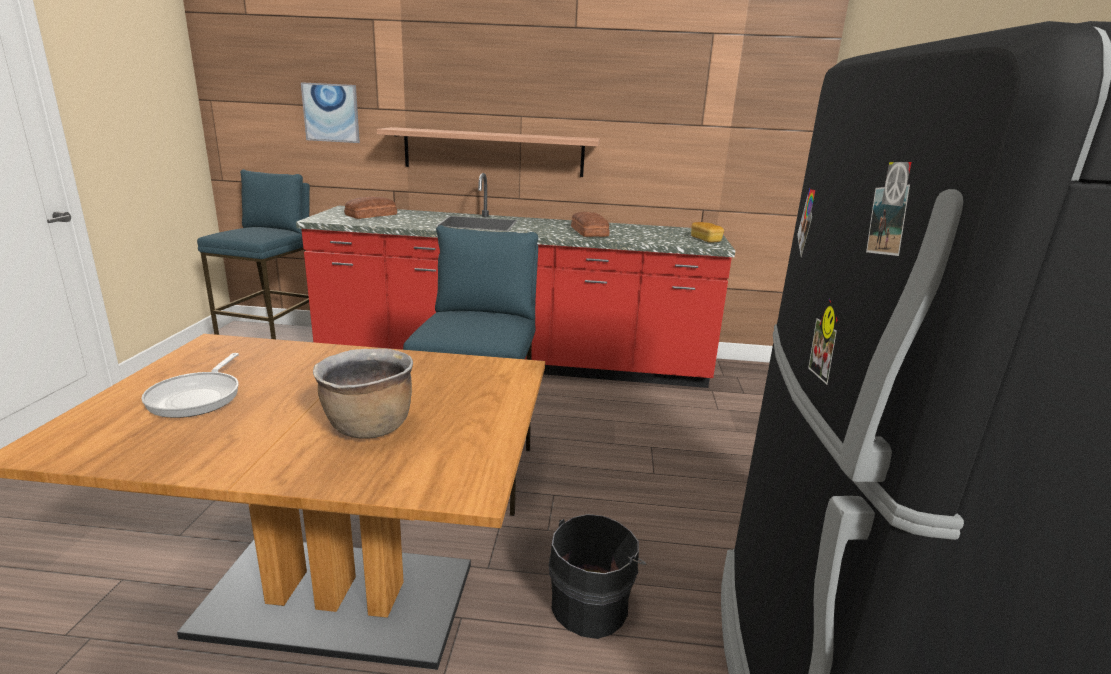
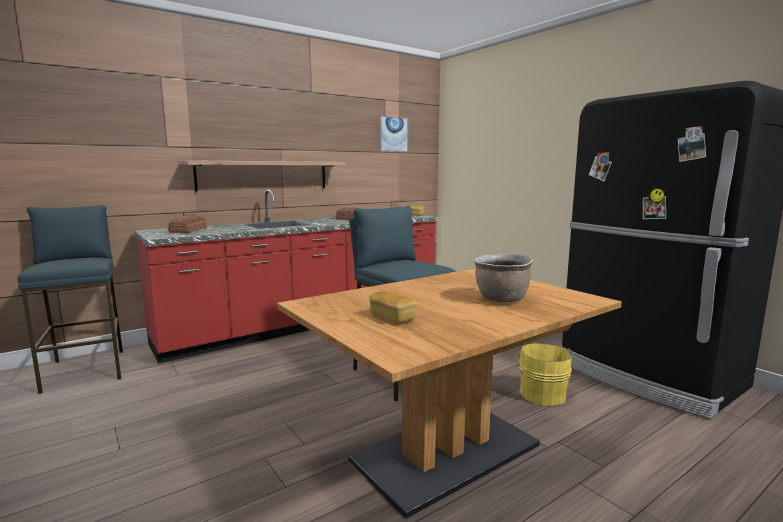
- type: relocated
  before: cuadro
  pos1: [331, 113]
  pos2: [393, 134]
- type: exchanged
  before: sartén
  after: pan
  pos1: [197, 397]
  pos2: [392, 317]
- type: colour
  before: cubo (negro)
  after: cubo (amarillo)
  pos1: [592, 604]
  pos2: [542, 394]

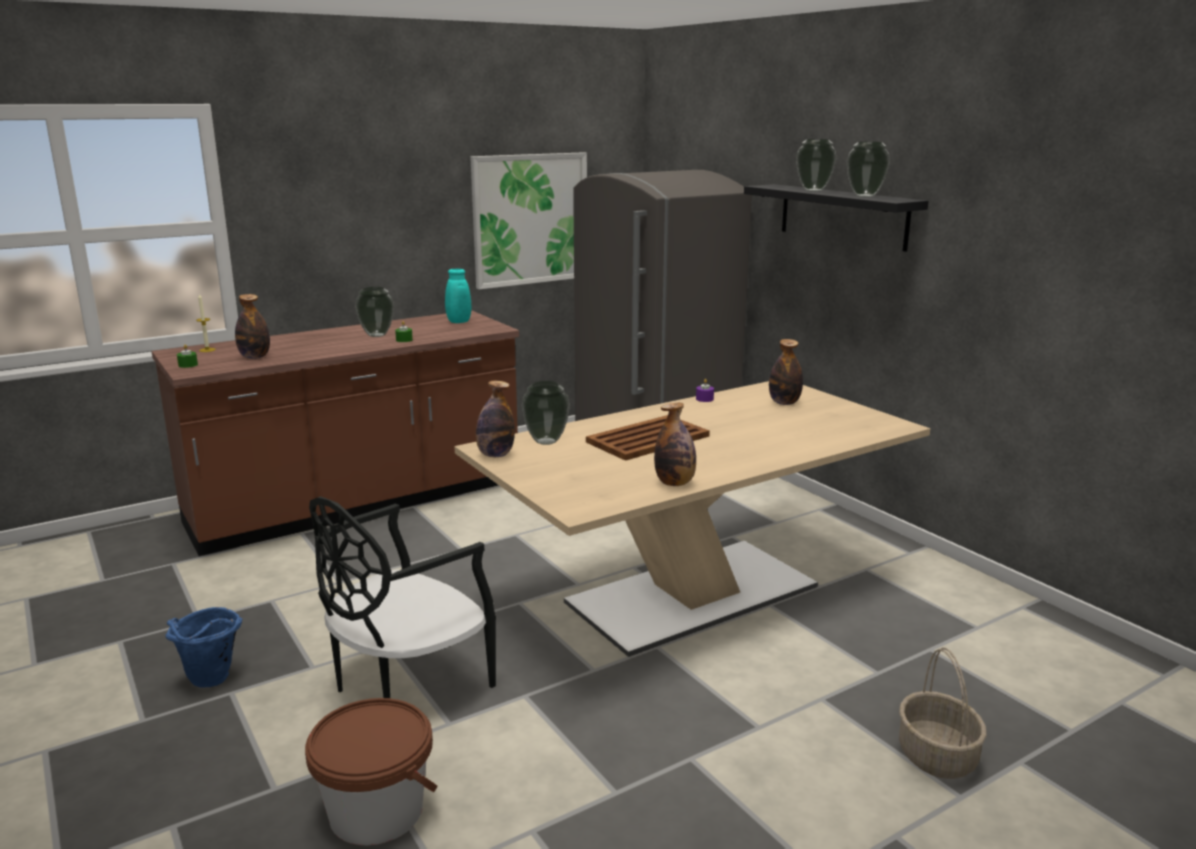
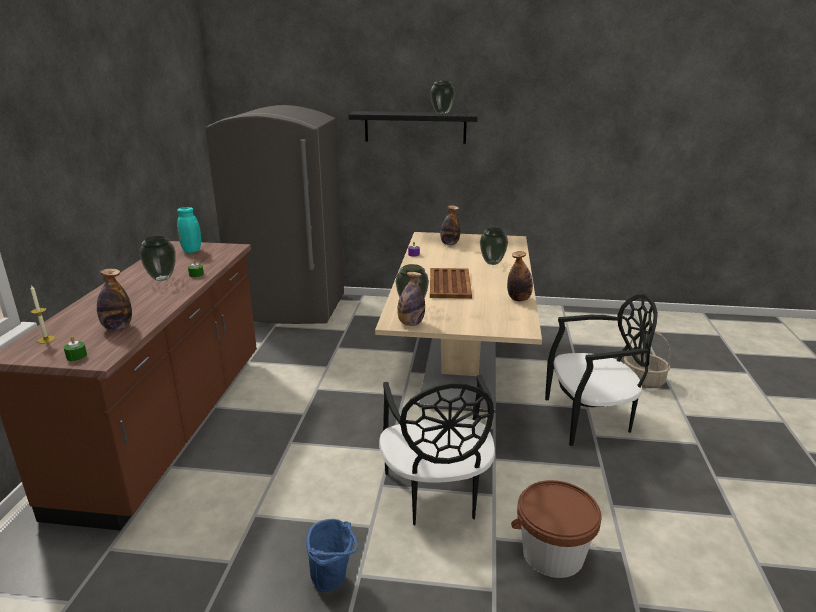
- type: missing
  before: cuadro
  pos1: [530, 219]
- type: appeared
  after: silla (negro)
  pos2: [590, 419]
- type: relocated
  before: florero
  pos1: [813, 190]
  pos2: [492, 263]

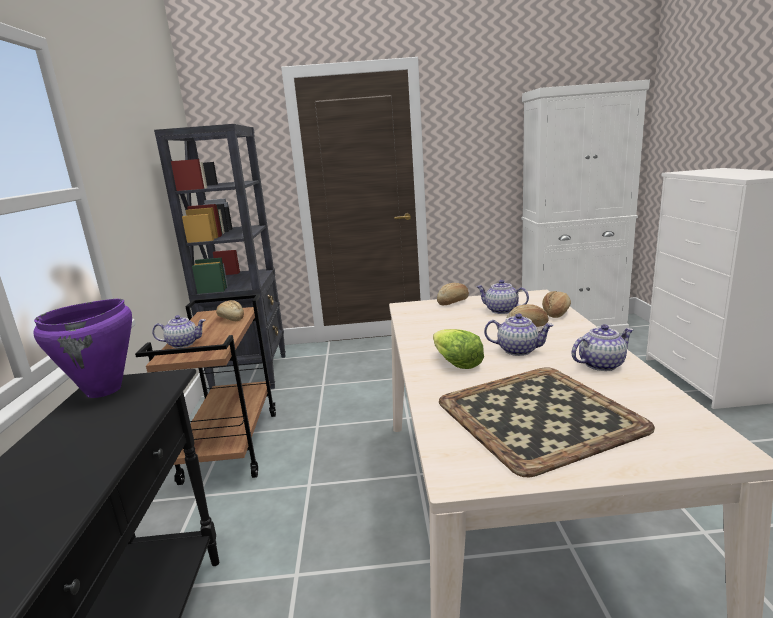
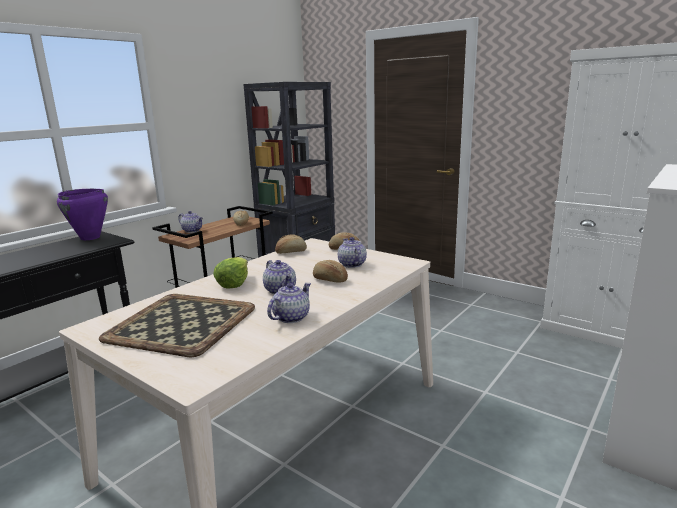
- type: relocated
  before: pan
  pos1: [556, 313]
  pos2: [291, 252]
- type: spun
  before: tetera
  pos1: [601, 364]
  pos2: [291, 317]
  turn: -75

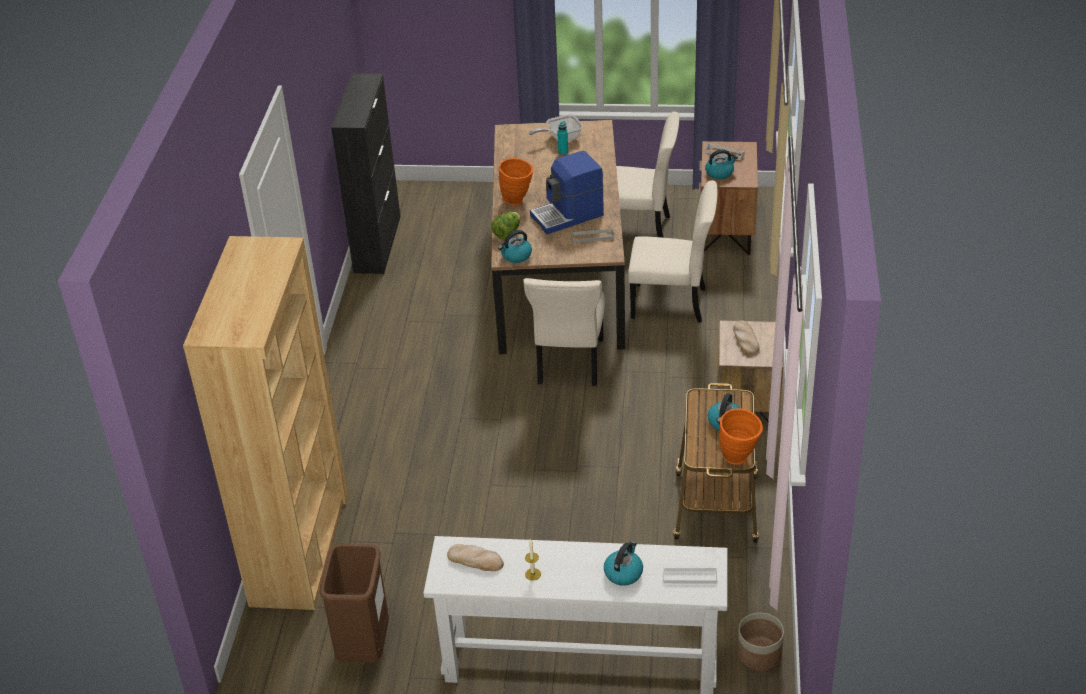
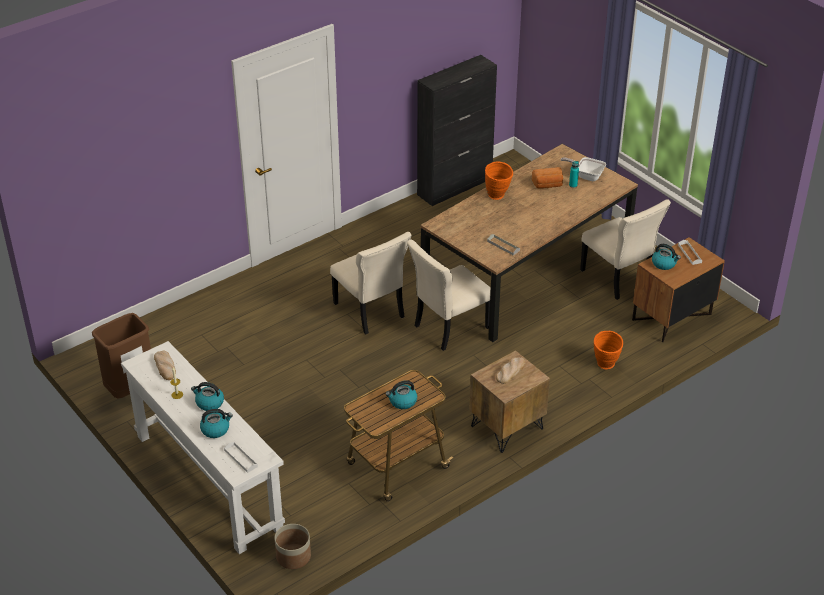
- type: missing
  before: estantería (marrón)
  pos1: [300, 548]
- type: missing
  before: lechuga
  pos1: [507, 233]
- type: missing
  before: cafetera
  pos1: [568, 216]
- type: appeared
  after: pan
  pos2: [547, 185]
- type: relocated
  before: hervidor
  pos1: [516, 256]
  pos2: [209, 403]
- type: relocated
  before: silla (beis)
  pos1: [672, 303]
  pos2: [370, 312]
- type: relocated
  before: florero (naranja)
  pos1: [739, 459]
  pos2: [605, 366]

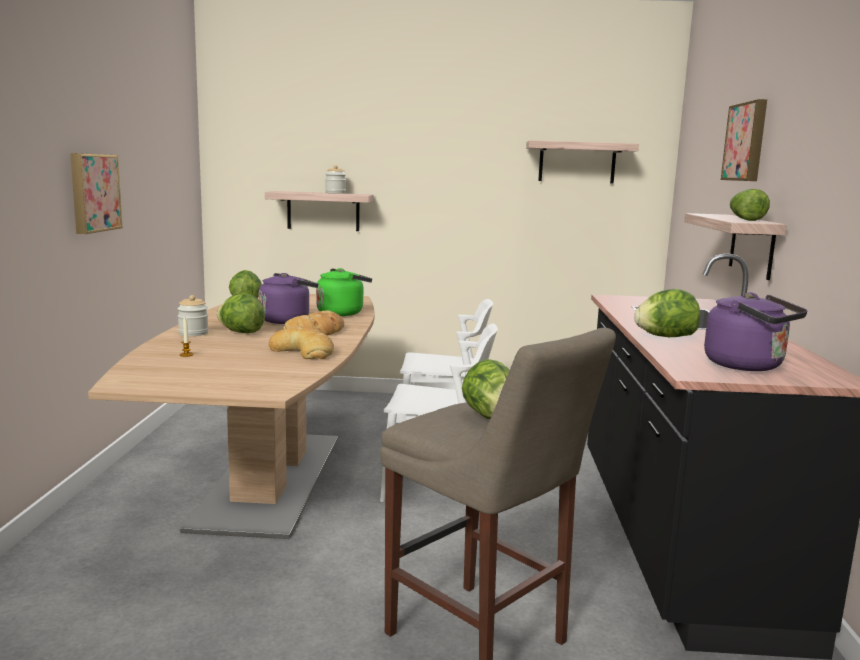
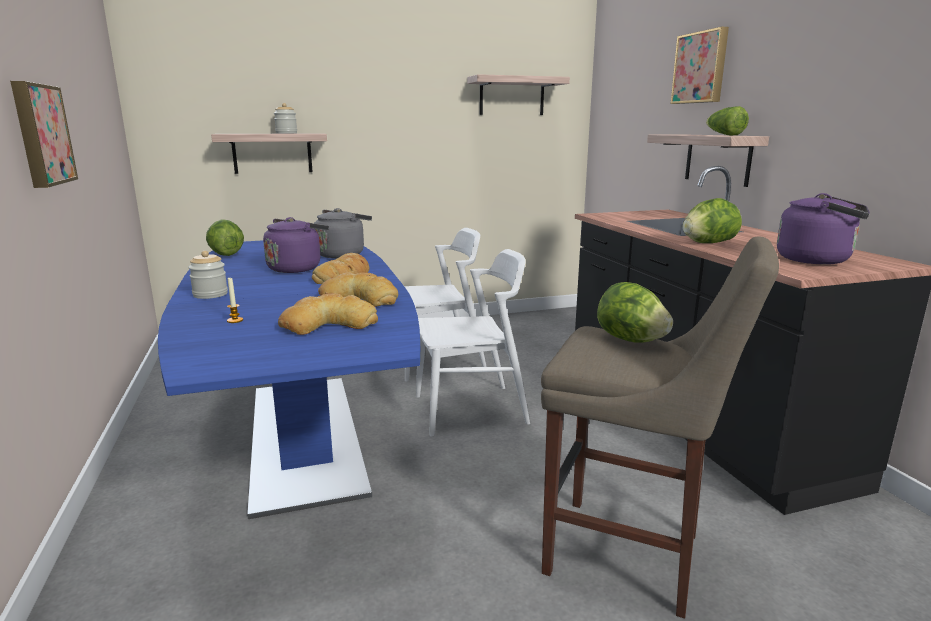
- type: missing
  before: lechuga
  pos1: [241, 332]
- type: appeared
  after: pan
  pos2: [328, 324]
- type: colour
  before: mesa de comedor (marrón)
  after: mesa de comedor (azul)
  pos1: [271, 478]
  pos2: [305, 435]
- type: colour
  before: hervidor (verde)
  after: hervidor (gris)
  pos1: [342, 313]
  pos2: [342, 254]

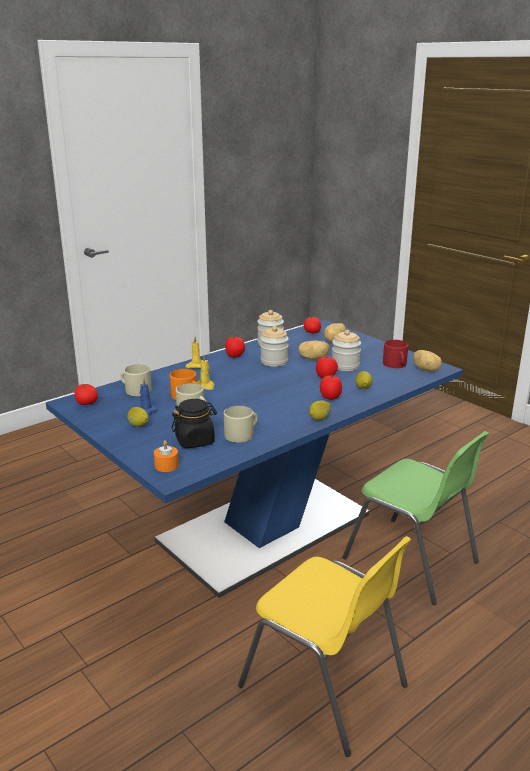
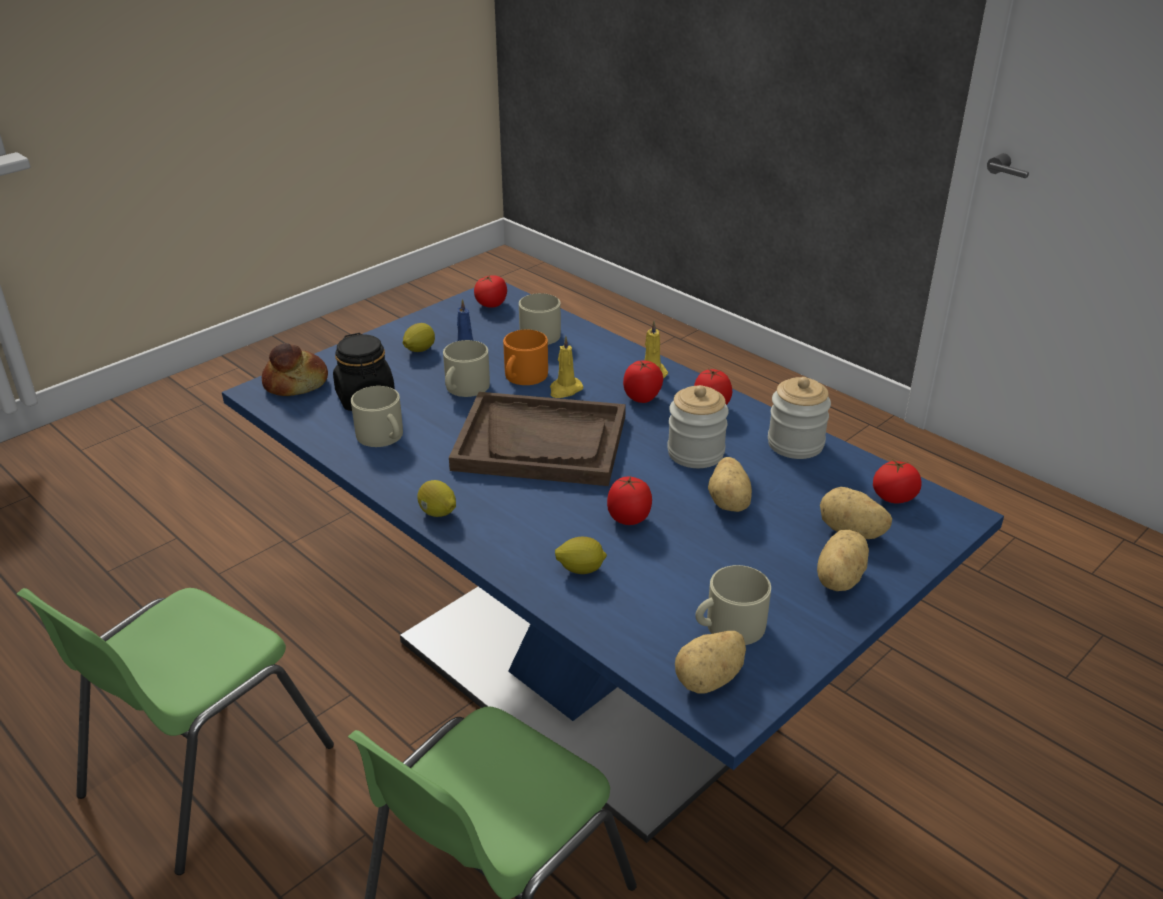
- type: missing
  before: tarro
  pos1: [345, 366]
- type: appeared
  after: bandeja (marrón)
  pos2: [541, 442]
- type: appeared
  after: patata
  pos2: [837, 578]
- type: relocated
  before: tomate
  pos1: [330, 397]
  pos2: [642, 398]
- type: exchanged
  before: vela (naranja)
  after: pan
  pos1: [166, 465]
  pos2: [296, 384]
- type: colour
  before: silla (amarillo)
  after: silla (verde)
  pos1: [325, 687]
  pos2: [202, 771]
- type: colour
  before: taza grande (rojo)
  after: taza grande (beis)
  pos1: [395, 364]
  pos2: [728, 626]

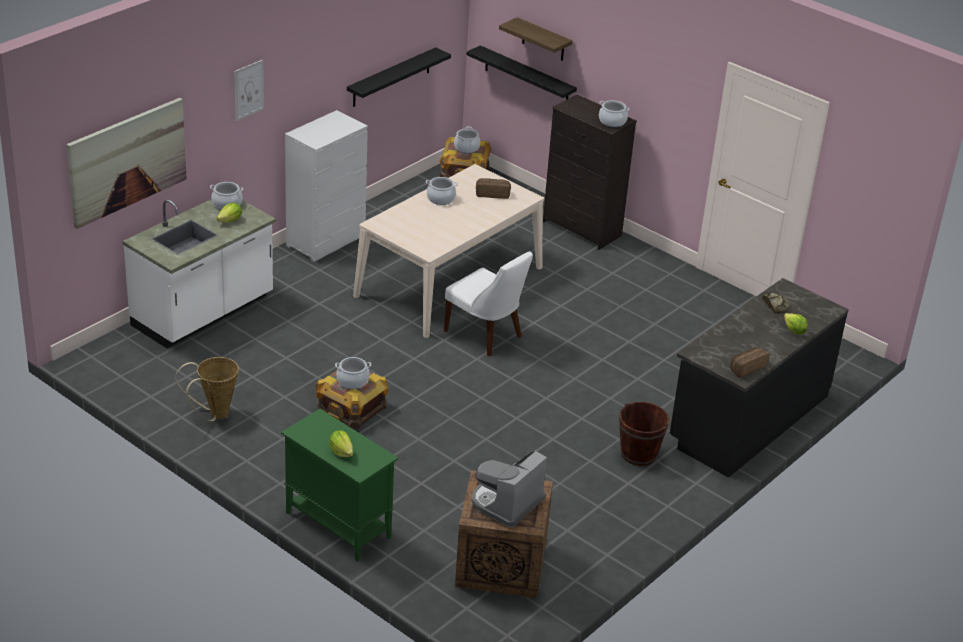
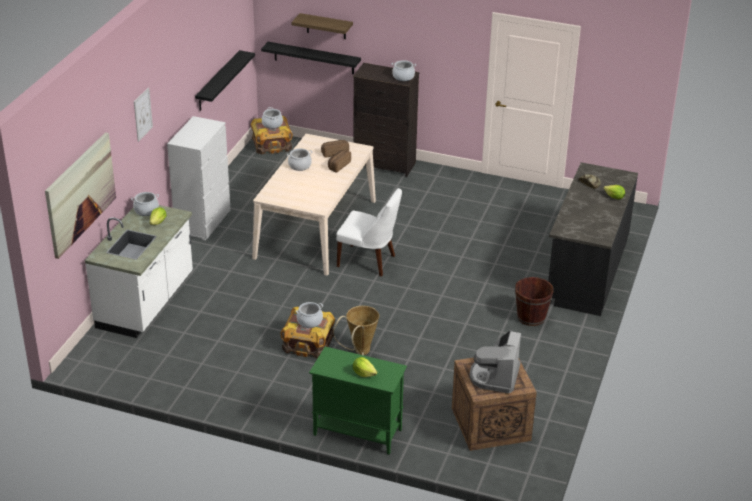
- type: relocated
  before: cesta
  pos1: [214, 415]
  pos2: [359, 352]
- type: relocated
  before: pan
  pos1: [746, 368]
  pos2: [338, 165]

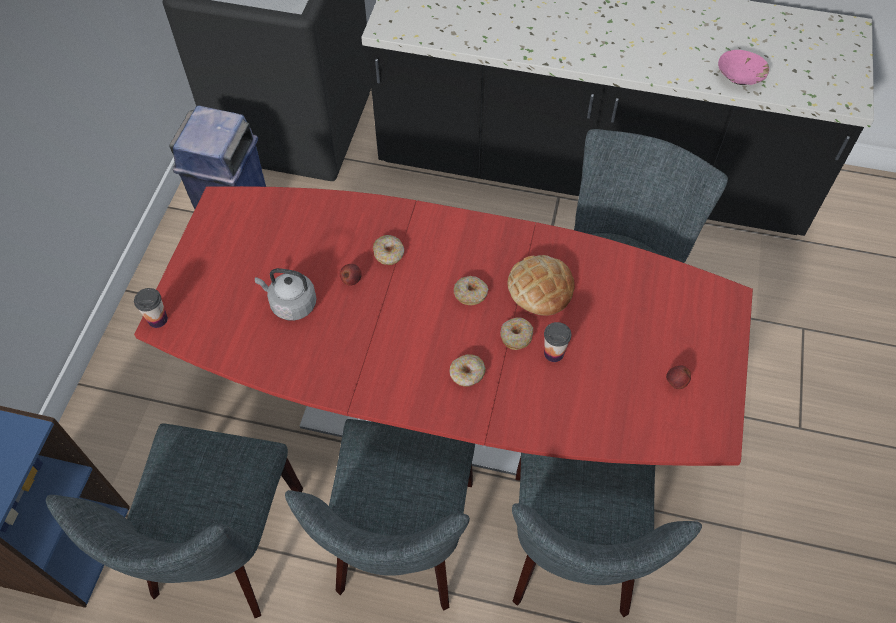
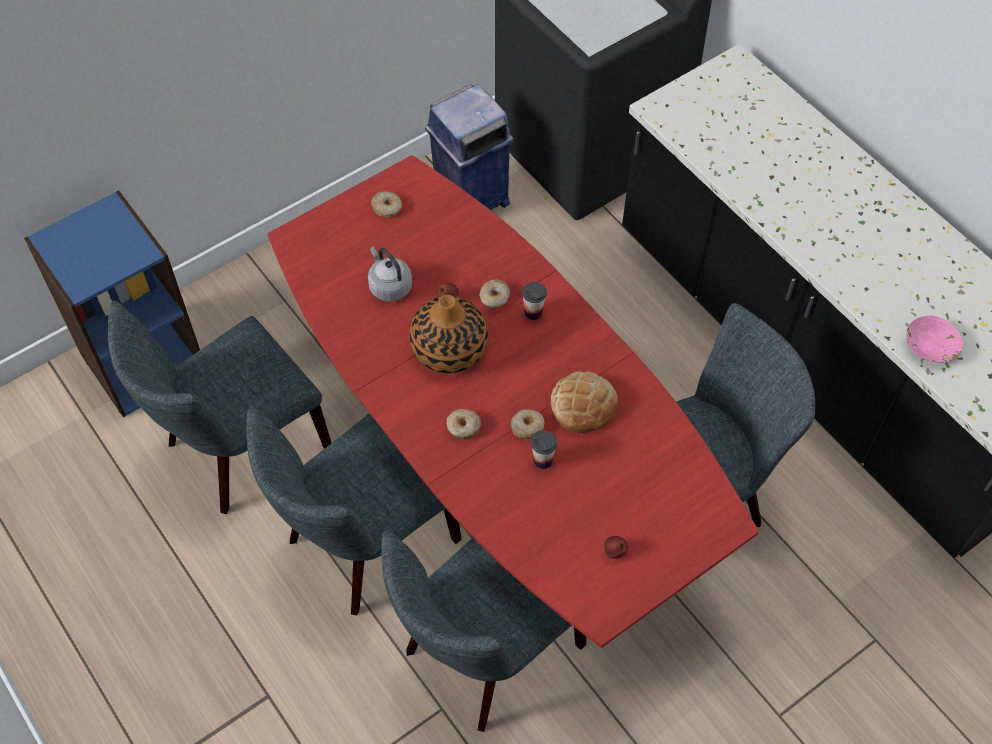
- type: appeared
  after: florero
  pos2: [449, 350]
- type: relocated
  before: taza
  pos1: [157, 319]
  pos2: [533, 312]
- type: relocated
  before: rosquilla
  pos1: [470, 293]
  pos2: [387, 208]

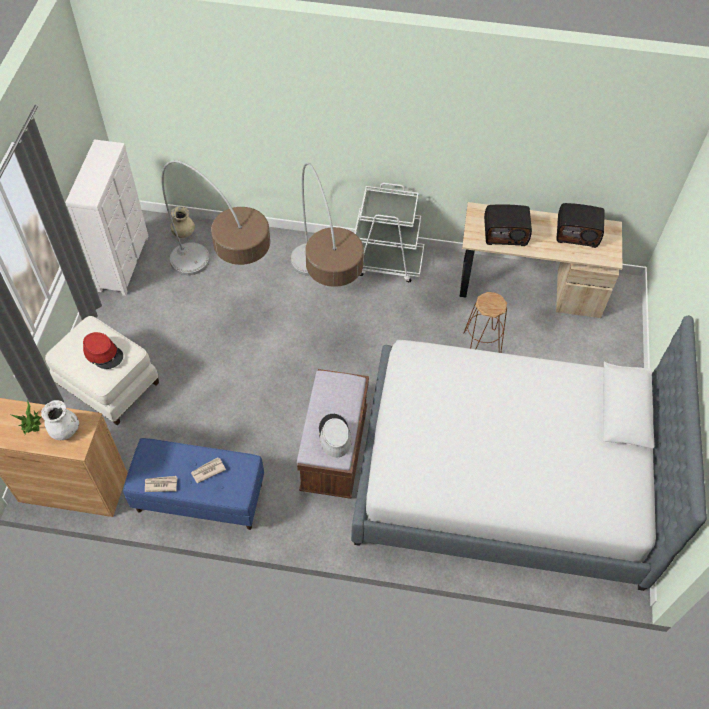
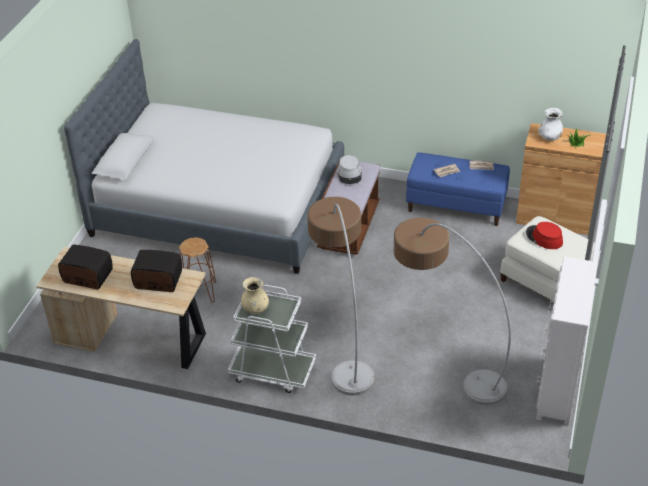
- type: relocated
  before: florero (beis)
  pos1: [183, 233]
  pos2: [255, 309]

